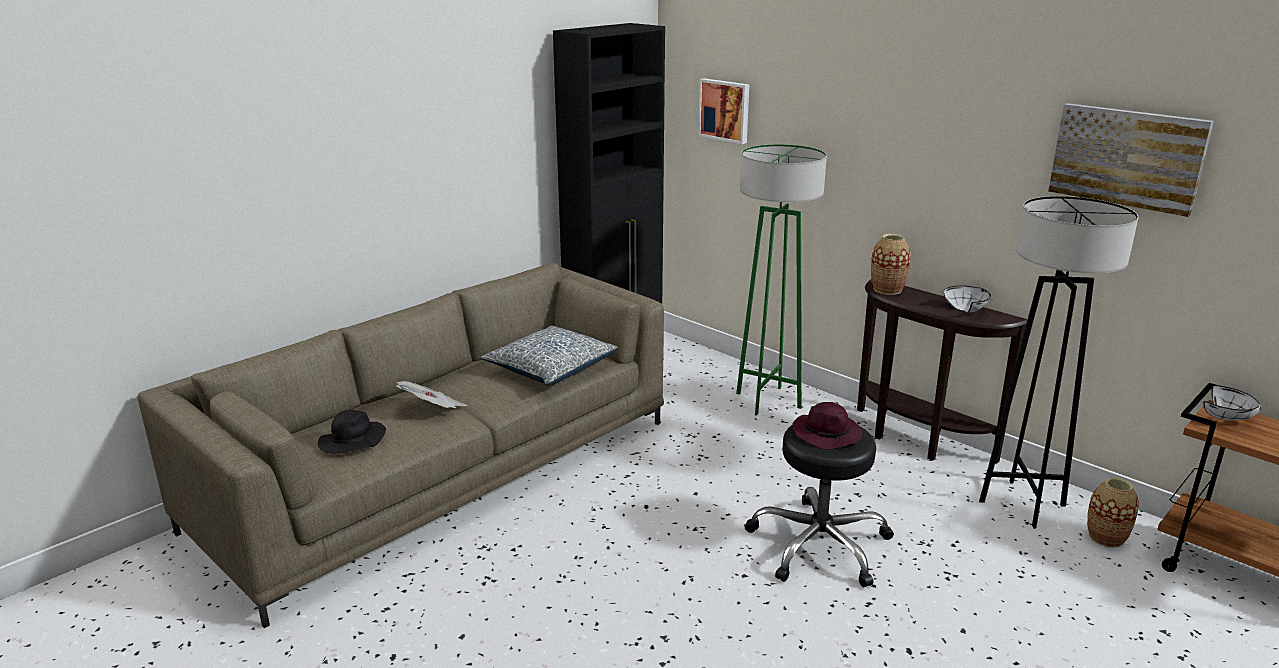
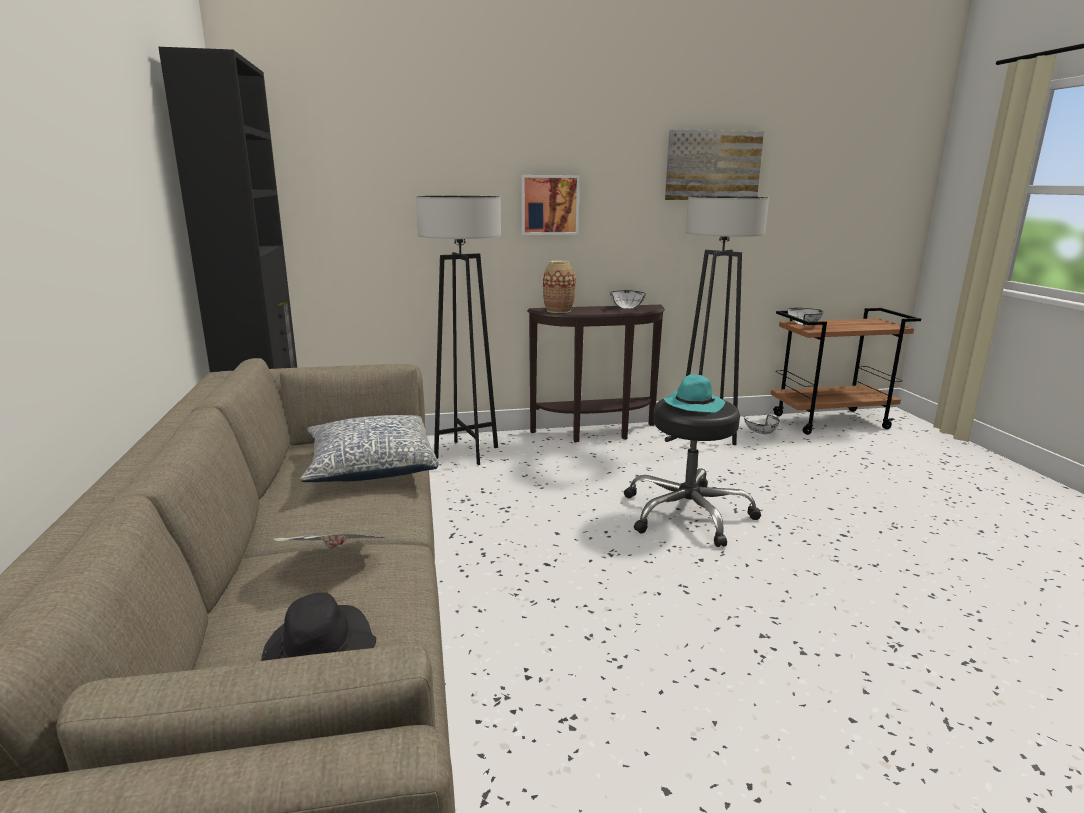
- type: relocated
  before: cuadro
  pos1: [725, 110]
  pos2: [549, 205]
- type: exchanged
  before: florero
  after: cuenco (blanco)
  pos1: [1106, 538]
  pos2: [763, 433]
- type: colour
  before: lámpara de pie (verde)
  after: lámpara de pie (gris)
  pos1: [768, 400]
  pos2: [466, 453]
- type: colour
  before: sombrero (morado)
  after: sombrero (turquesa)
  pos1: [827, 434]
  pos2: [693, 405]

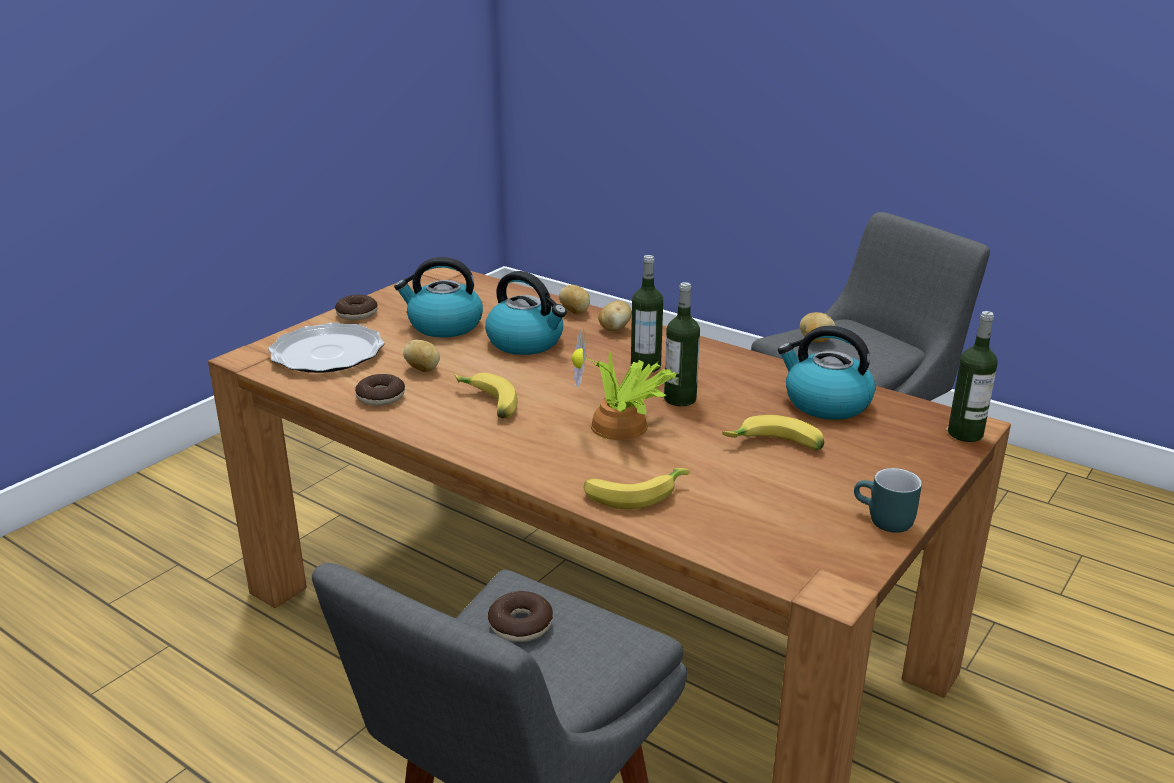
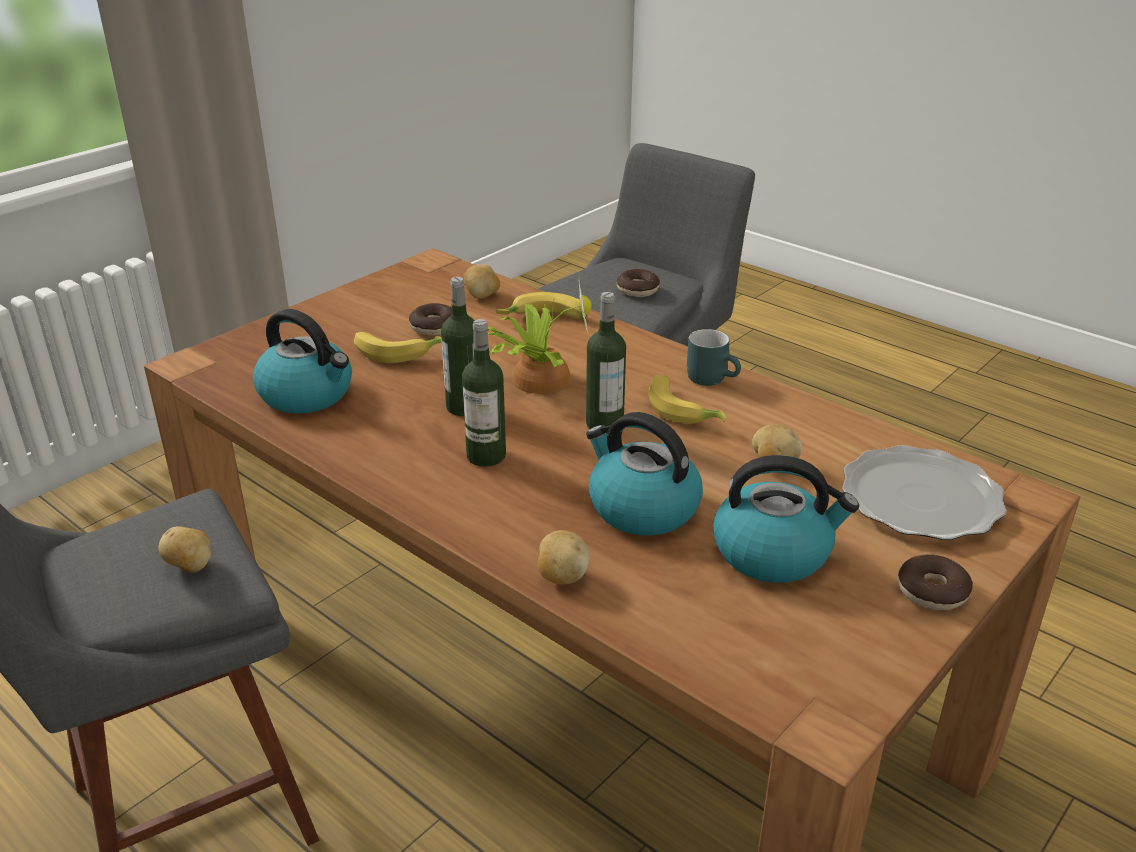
- type: relocated
  before: rosquilla
  pos1: [381, 397]
  pos2: [434, 327]
- type: relocated
  before: patata
  pos1: [615, 329]
  pos2: [482, 296]
- type: relocated
  before: taza grande (turquesa)
  pos1: [883, 521]
  pos2: [713, 378]
- type: relocated
  before: botella
  pos1: [965, 433]
  pos2: [604, 424]

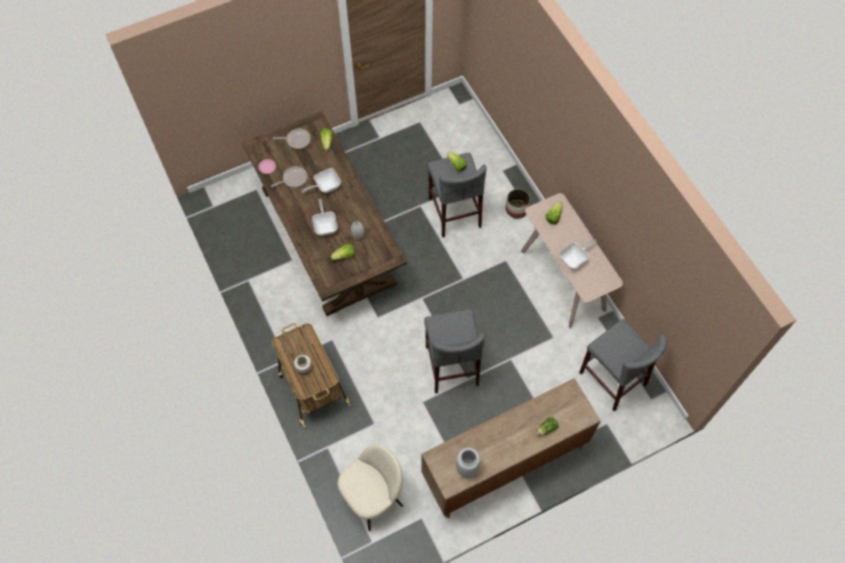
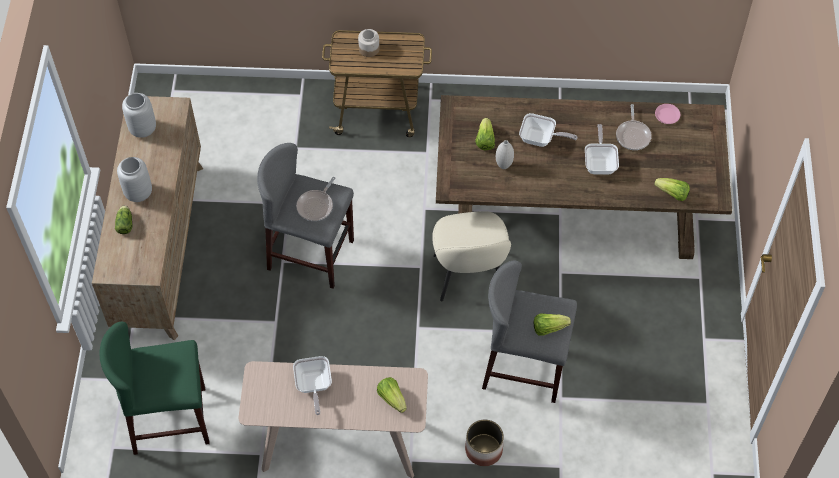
- type: appeared
  after: florero (gris)
  pos2: [138, 193]
- type: relocated
  before: sartén
  pos1: [296, 140]
  pos2: [316, 206]
- type: relocated
  before: silla (beis)
  pos1: [373, 497]
  pos2: [469, 276]
- type: colour
  before: taburete (gris)
  after: taburete (verde)
  pos1: [612, 378]
  pos2: [170, 420]

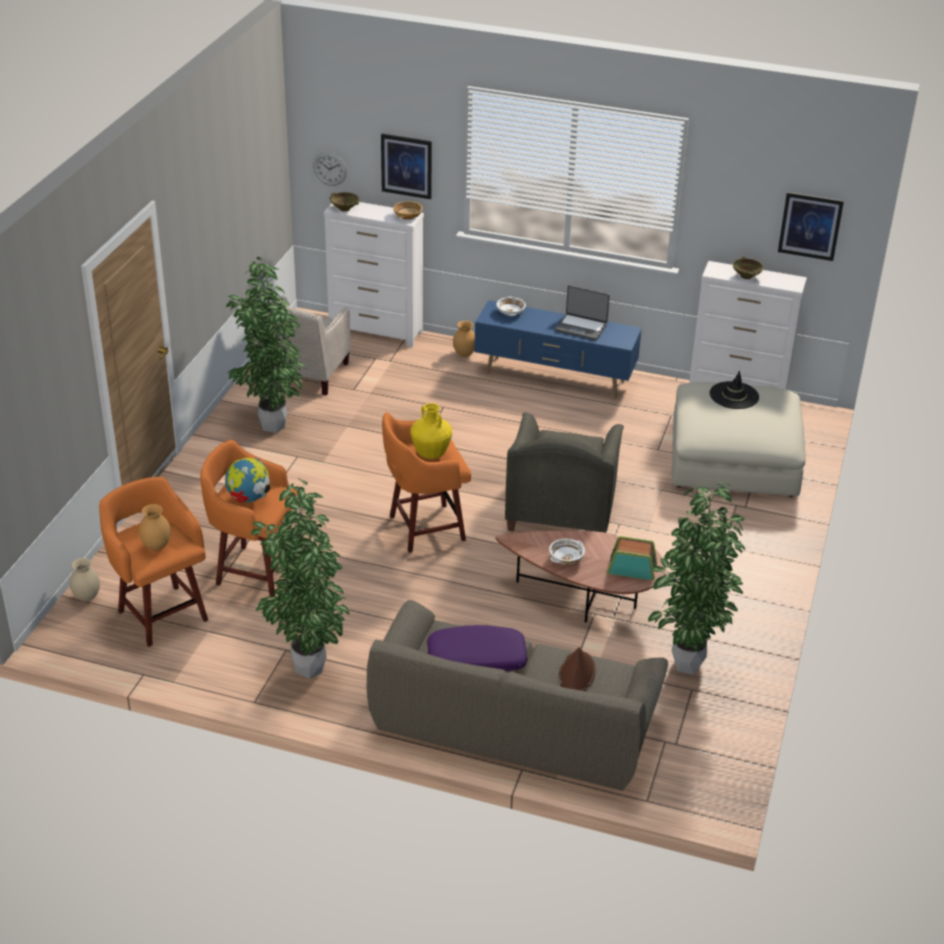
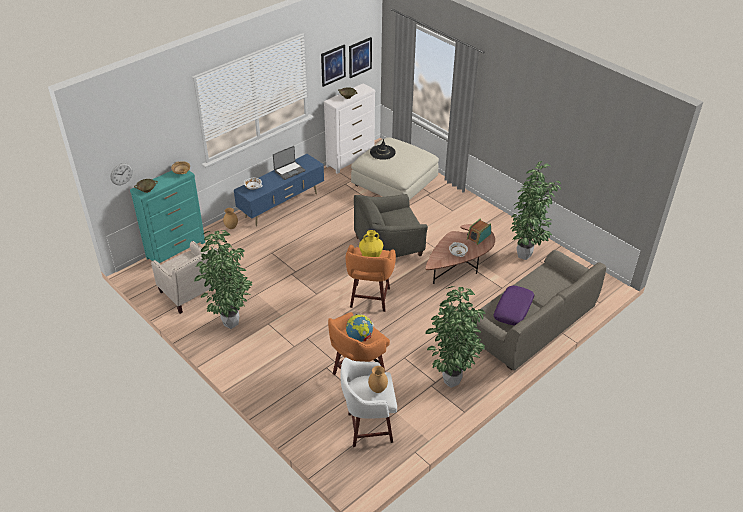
- type: missing
  before: florero (beis)
  pos1: [86, 597]
- type: missing
  before: sombrero (marrón)
  pos1: [576, 673]
- type: relocated
  before: cuadro
  pos1: [406, 166]
  pos2: [333, 65]
- type: colour
  before: taburete (naranja)
  after: taburete (blanco)
  pos1: [161, 614]
  pos2: [368, 428]
- type: colour
  before: cómoda (blanco)
  after: cómoda (turquesa)
  pos1: [376, 331]
  pos2: [176, 250]
- type: spun
  before: sillón (gris)
  pos1: [561, 508]
  pos2: [389, 247]
  turn: 120

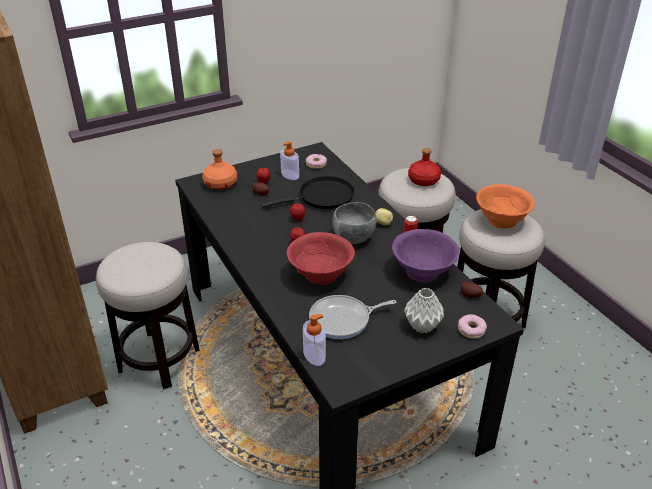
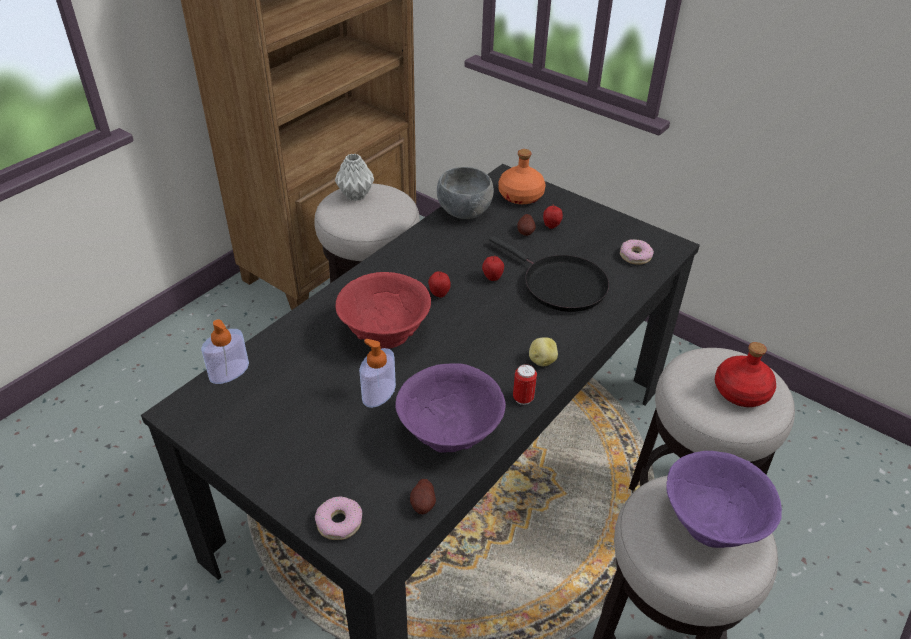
- type: missing
  before: sartén
  pos1: [343, 320]
- type: relocated
  before: dispensador de jabón
  pos1: [290, 175]
  pos2: [379, 393]
- type: relocated
  before: cuenco (gris)
  pos1: [353, 238]
  pos2: [464, 212]
- type: relocated
  before: florero (gris)
  pos1: [423, 326]
  pos2: [356, 196]
- type: colour
  before: cuenco (naranja)
  after: cuenco (morado)
  pos1: [501, 220]
  pos2: [711, 523]

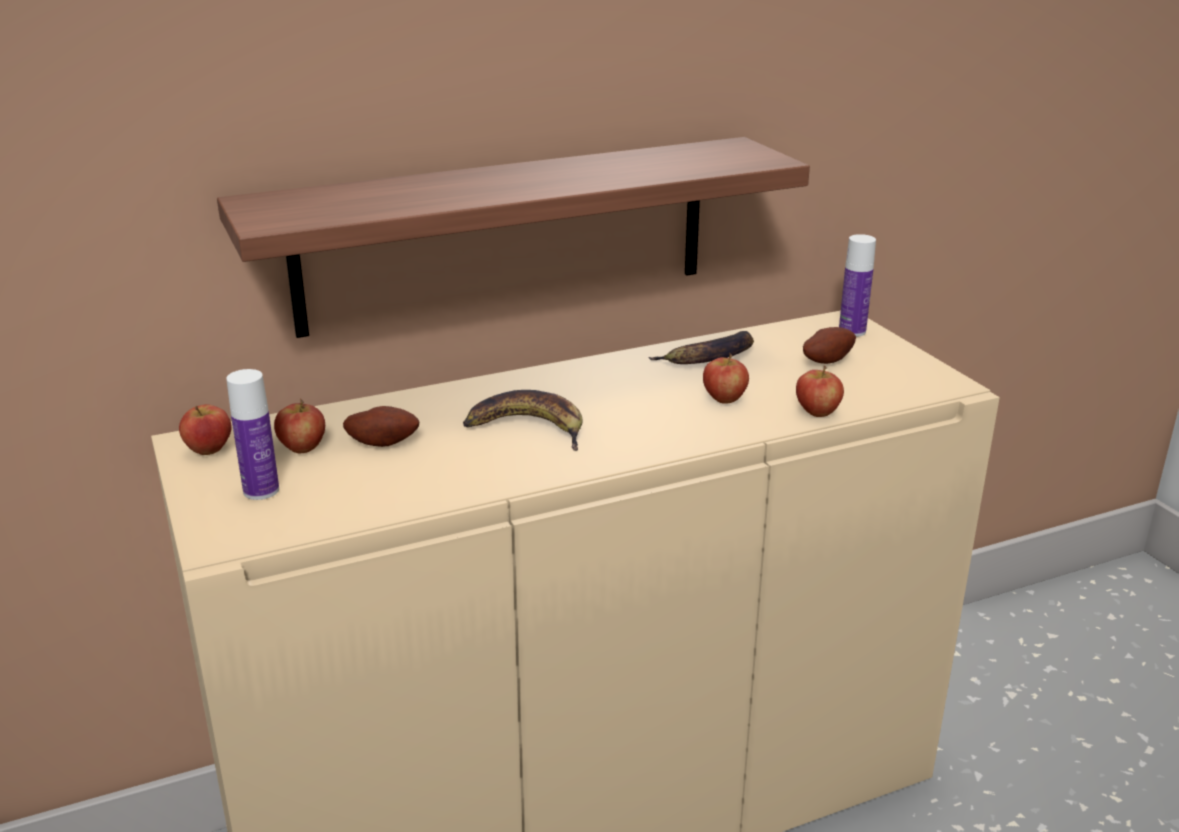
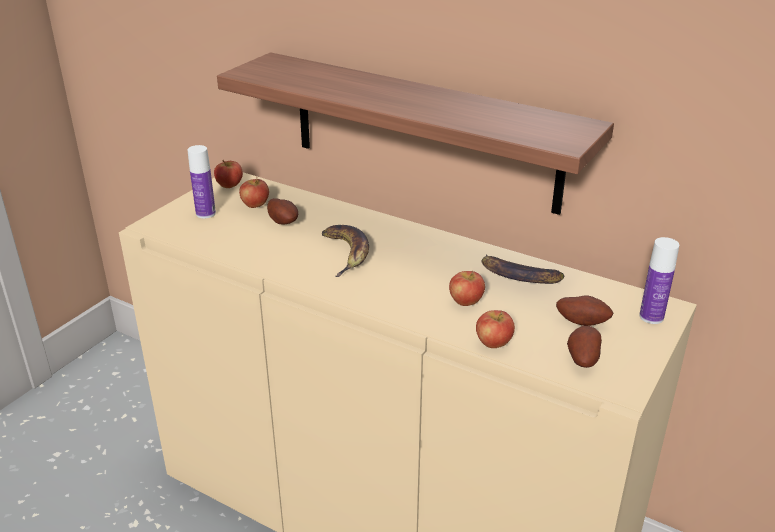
- type: appeared
  after: patata
  pos2: [581, 359]

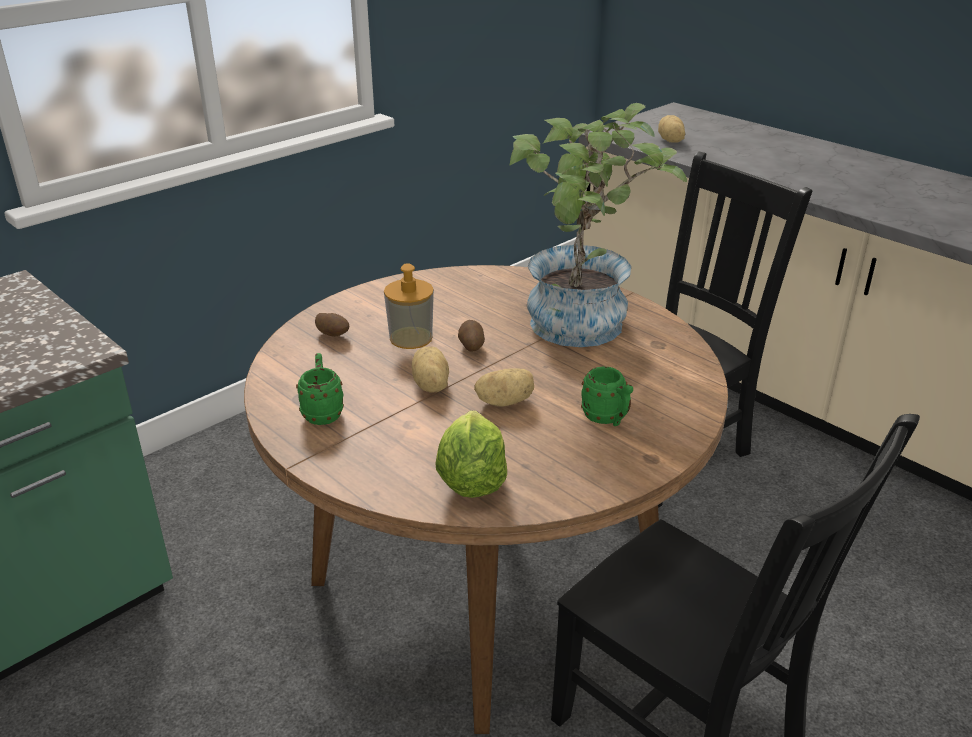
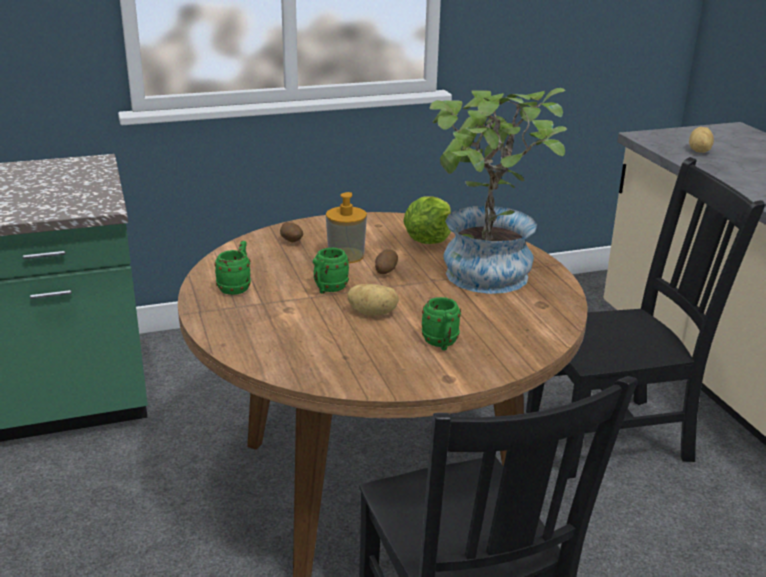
- type: relocated
  before: lechuga
  pos1: [471, 481]
  pos2: [428, 240]
- type: exchanged
  before: patata
  after: taza grande (verde)
  pos1: [429, 386]
  pos2: [328, 289]

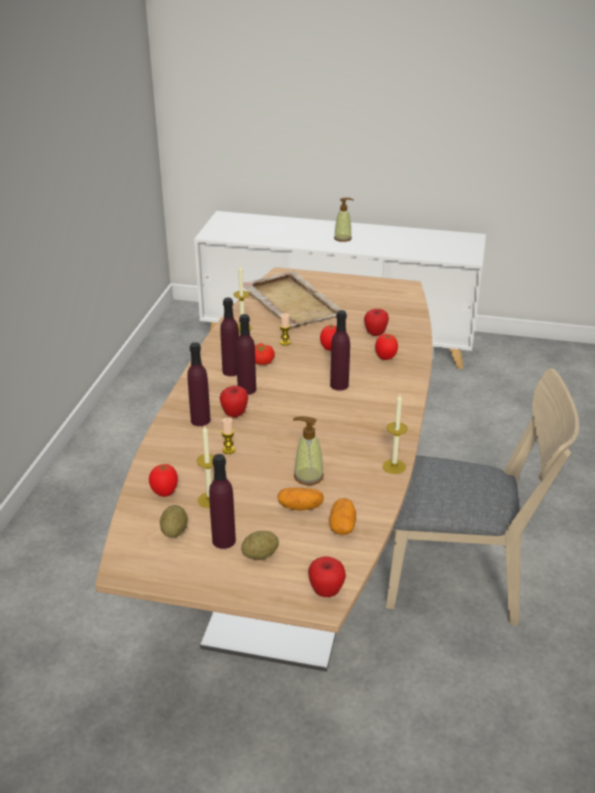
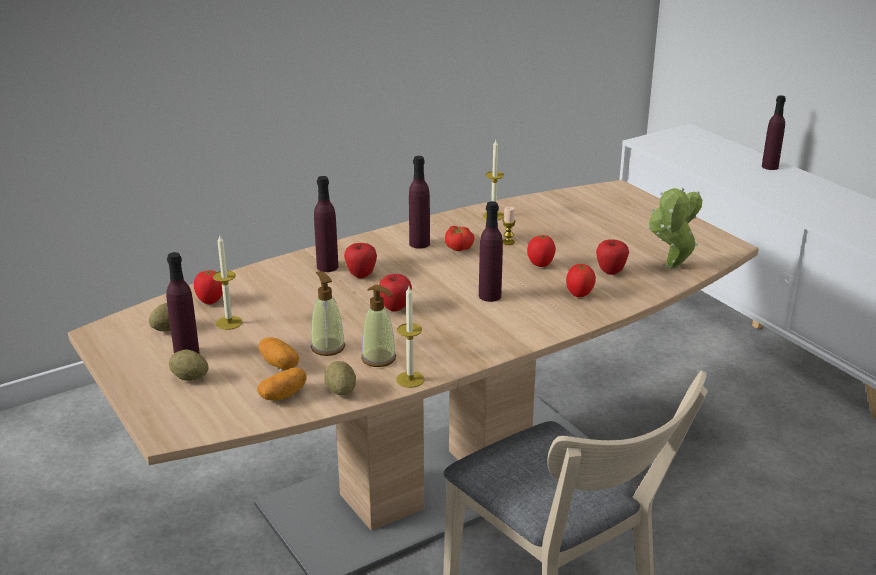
- type: missing
  before: vela
  pos1: [228, 450]
- type: missing
  before: bandeja (beis)
  pos1: [292, 302]
- type: appeared
  after: patata
  pos2: [341, 391]
- type: appeared
  after: planta en maceta
  pos2: [671, 268]
- type: relocated
  before: botella (morado)
  pos1: [247, 389]
  pos2: [770, 166]
- type: relocated
  before: manzana
  pos1: [326, 591]
  pos2: [395, 308]
- type: relocated
  before: dispensador de jabón
  pos1: [343, 238]
  pos2: [379, 358]

